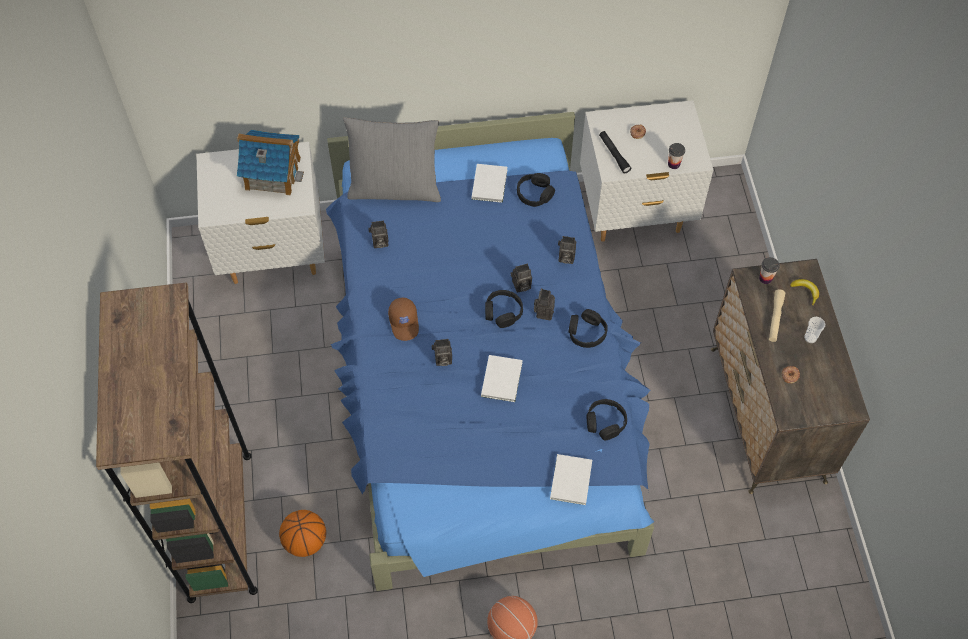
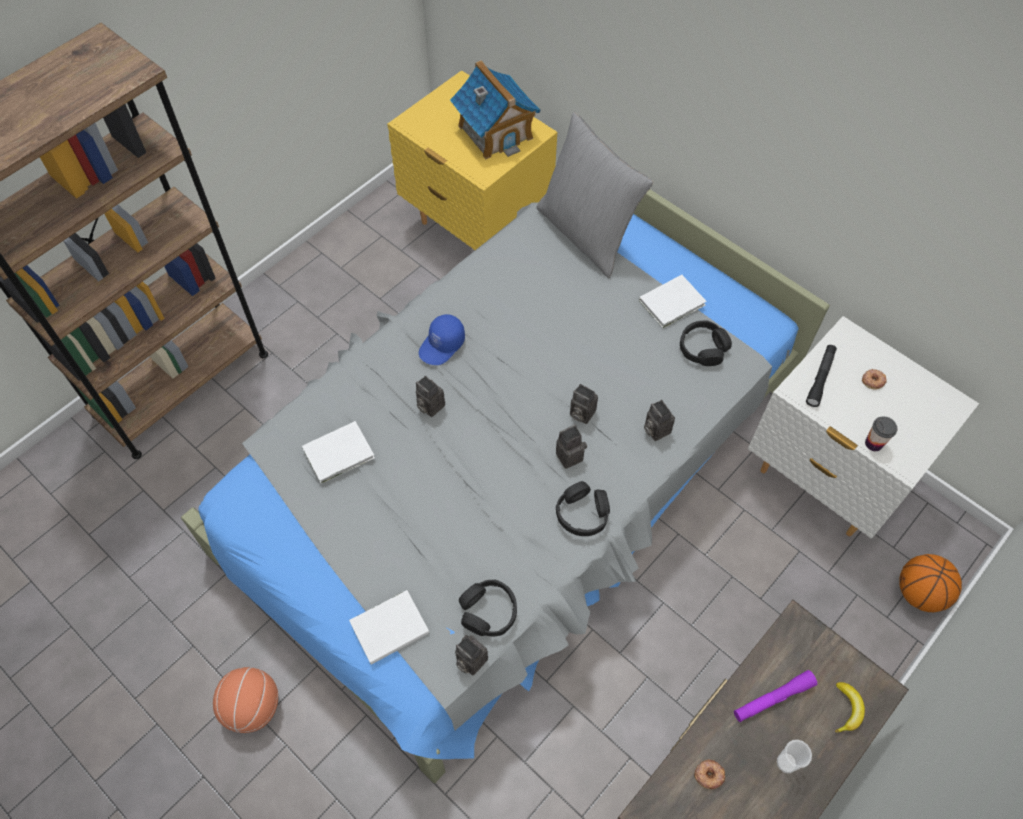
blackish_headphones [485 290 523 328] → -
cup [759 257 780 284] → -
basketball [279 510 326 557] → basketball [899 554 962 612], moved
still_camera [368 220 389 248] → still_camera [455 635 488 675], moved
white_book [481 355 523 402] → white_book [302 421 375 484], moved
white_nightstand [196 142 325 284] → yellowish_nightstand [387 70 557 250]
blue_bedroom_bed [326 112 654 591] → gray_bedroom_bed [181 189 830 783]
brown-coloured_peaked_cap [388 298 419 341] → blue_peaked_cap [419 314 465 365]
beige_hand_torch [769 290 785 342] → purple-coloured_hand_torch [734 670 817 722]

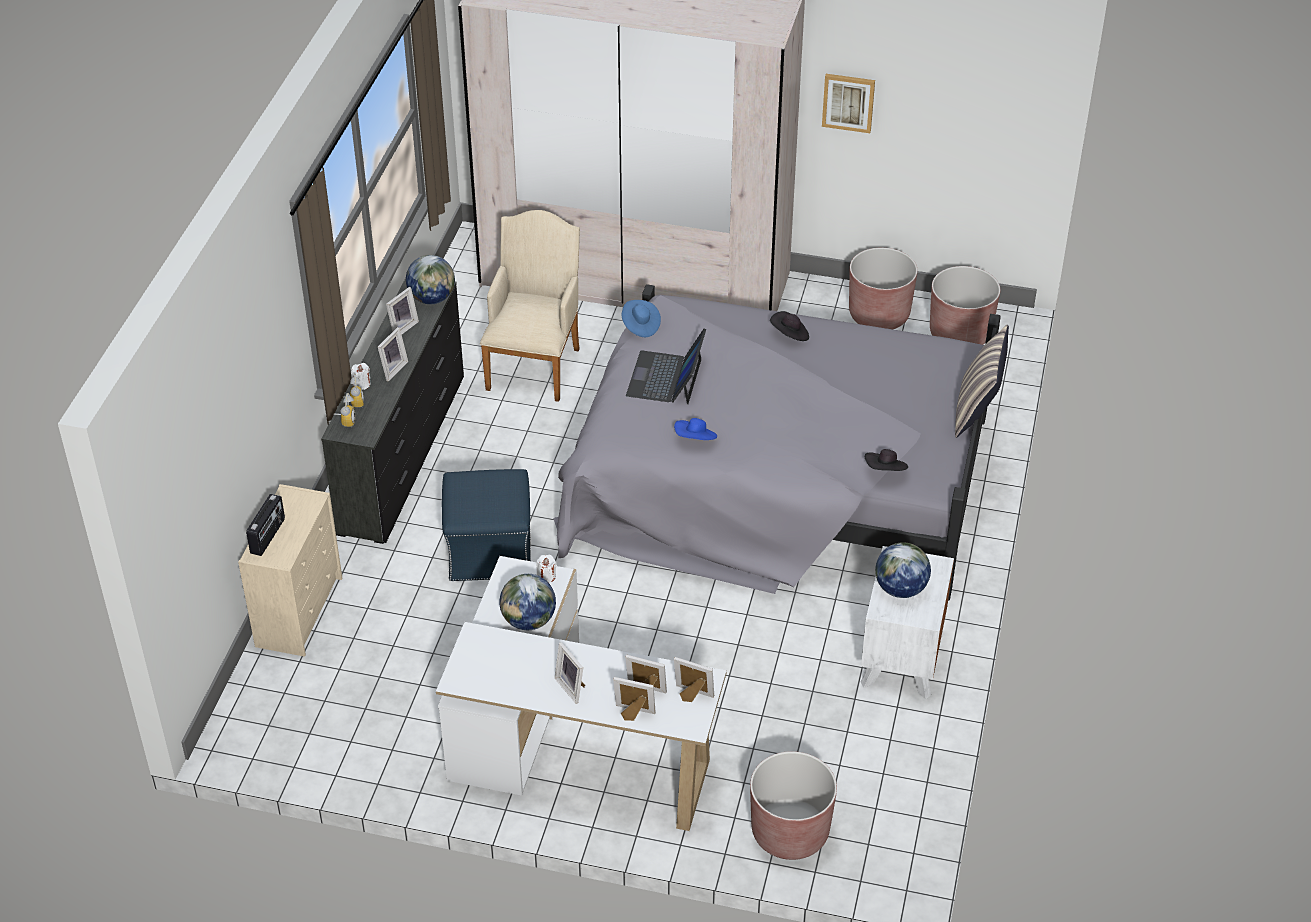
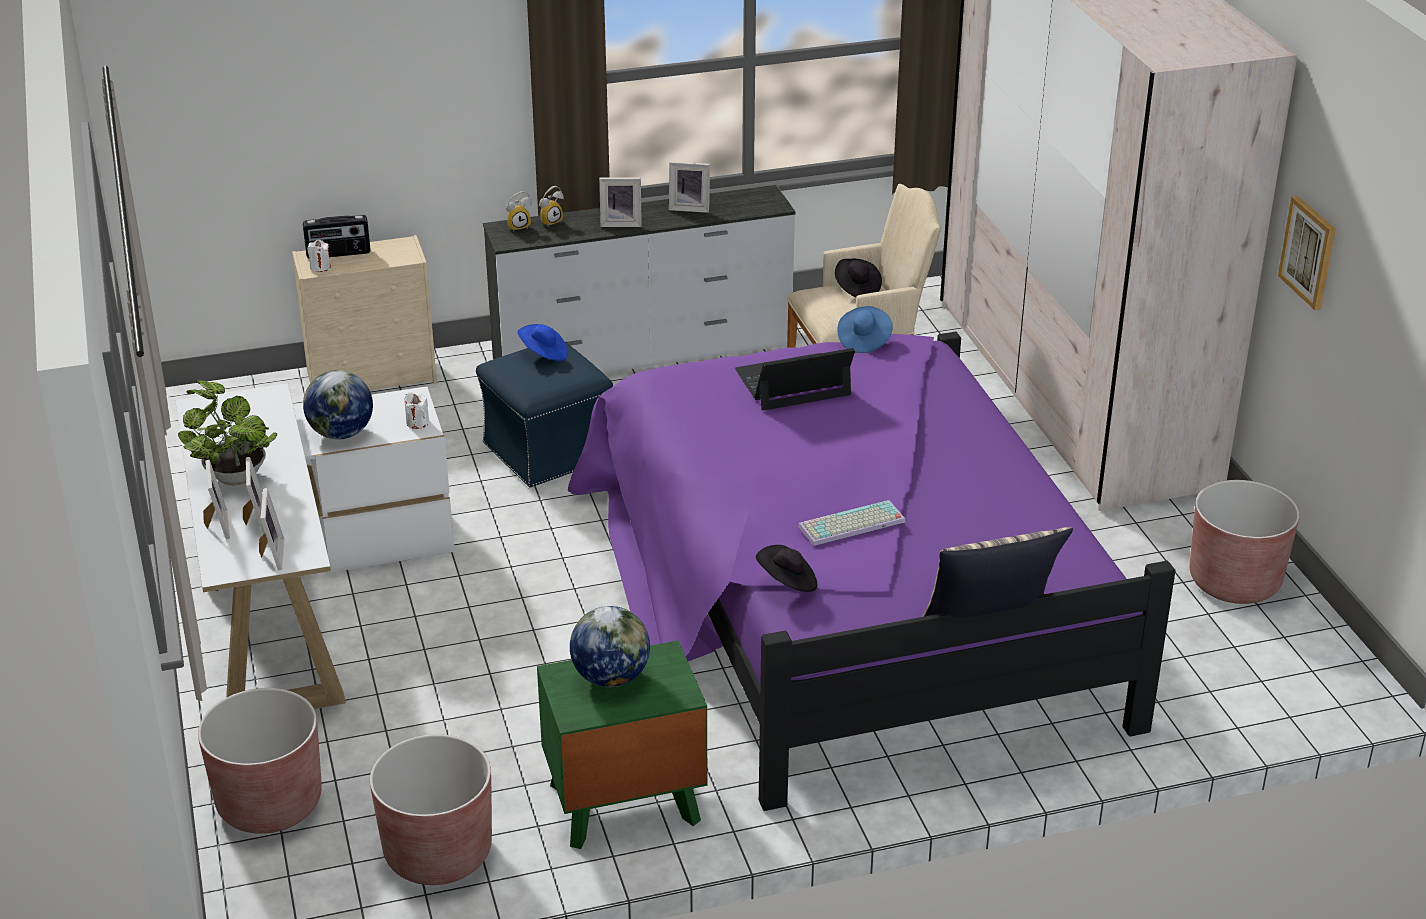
world_globe [406 255 455 304] → -
- → PC_keyboard [798 500 906 546]
white_wax_light [351 363 371 390] → white_wax_light [307 240 331 272], moved
blue_hat [674 418 717 440] → blue_hat [517 324 568 361], moved
blackish_hat [770 311 809 341] → blackish_hat [835 259 882 298], moved
brown-coloured_planter [930 266 1000 345] → brown-coloured_planter [370 734 492 885], moved
picture_frame [554 642 585 704] → potted_plant [178 381 277 485]
blackish_dresser [321 278 464 544] → white_dresser [483 185 796 373]
gray_bedroom_bed [553 284 1001 601] → purple-coloured_bedroom_bed [568 332 1176 811]
white_nightstand [861 546 954 699] → green_nightstand [537 641 707 849]

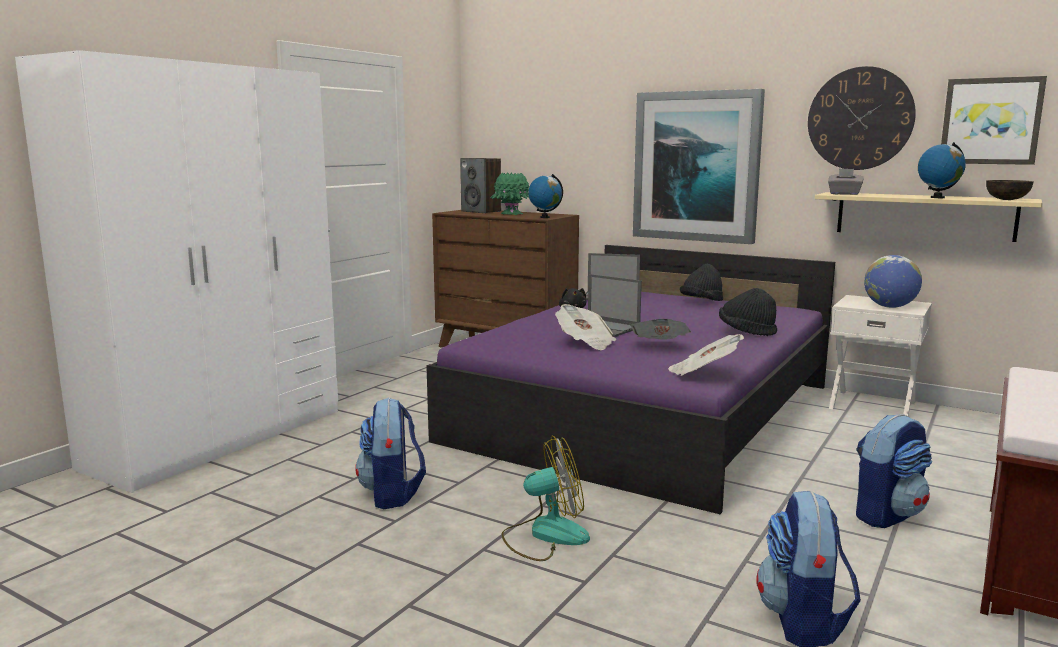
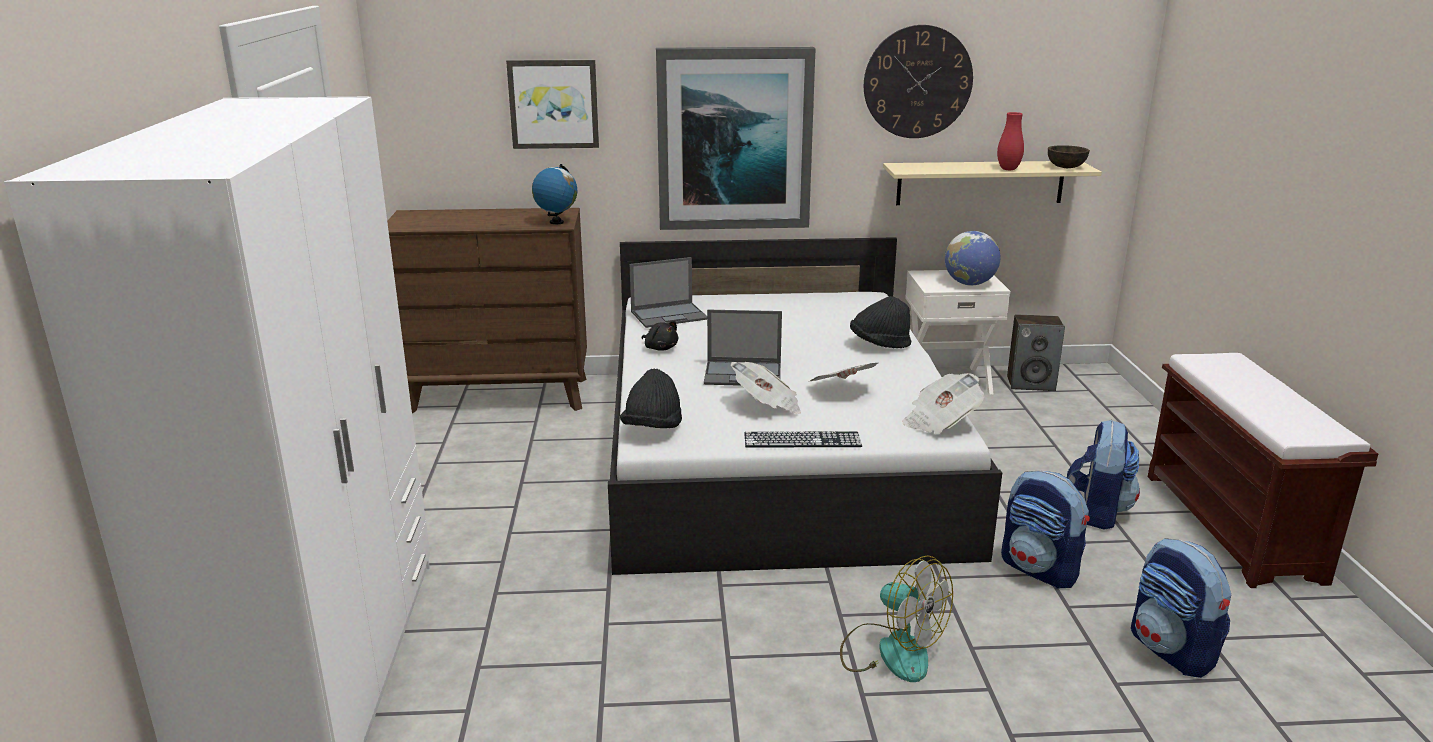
green_flower_vase [490 172 529 215] → -
gray_tissue_box [828 168 864 195] → -
- → PC_keyboard [744 432 862 448]
rucksack [355 397 426 509] → rucksack [1001 471 1090 588], moved
loudspeaker [460 158 501 213] → loudspeaker [1007 314 1065 391], moved
blackish_hat [680 263 723 301] → blackish_hat [620 369 682 428], moved
wall_picture [941 76 1047 165] → wall_picture [506 60 599 149], moved
world_globe [918 142 966 198] → red-coloured_flower_vase [997 112 1024 170]
purple-coloured_bedroom_bed [426 245 835 514] → white_bedroom_bed [608 237 1002 575]
electric_fan [501 435 590 561] → electric_fan [840 555 953 682], 90 degrees clockwise

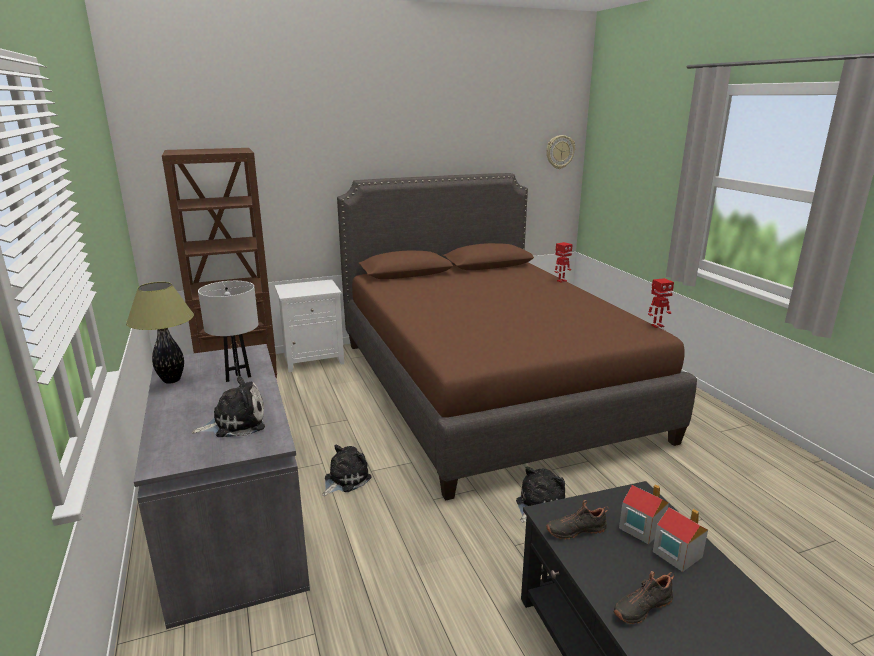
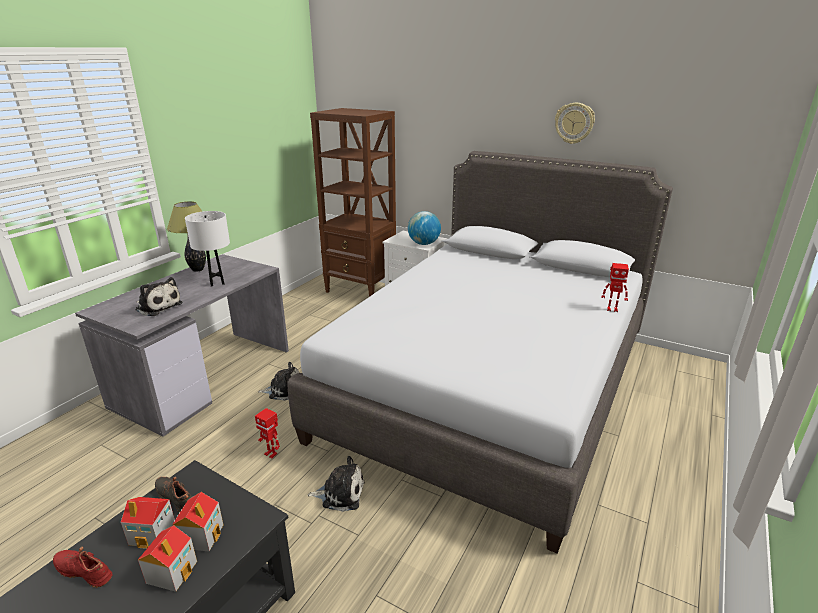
- → model_house [121 497 175 549]
- → world_globe [408 211 441 245]
clock_on_the_wall [546 135 575 169] → clock_on_the_wall [555 103 595 144], moved
toy_robot [648 278 674 328] → toy_robot [255 408 280 459], moved
brown-coloured_bedroom_bed [337 173 697 501] → gray_bedroom_bed [288 151 673 554]
blackish_shoe [614 571 674 624] → red-coloured_shoe [53 547 113 588]

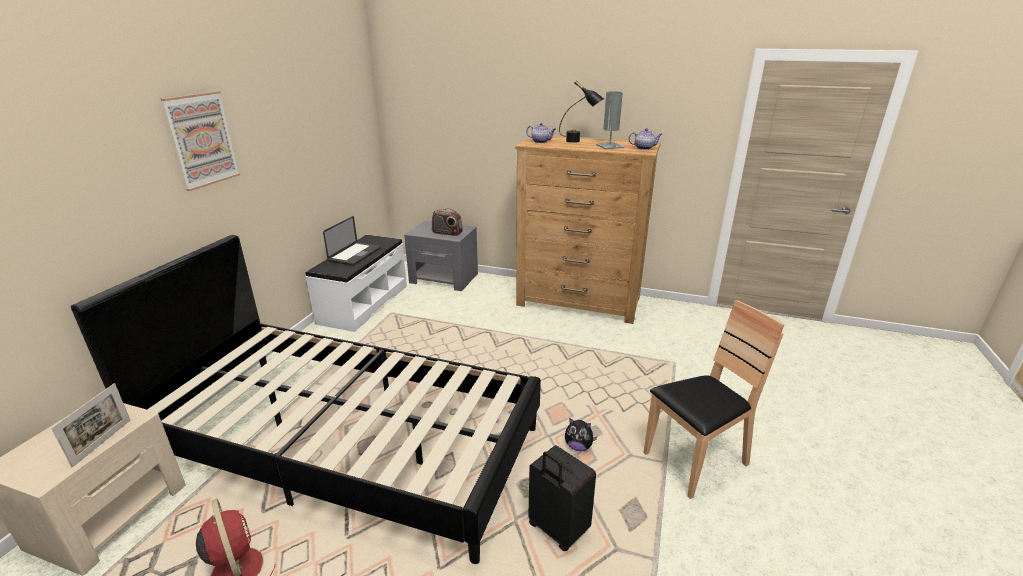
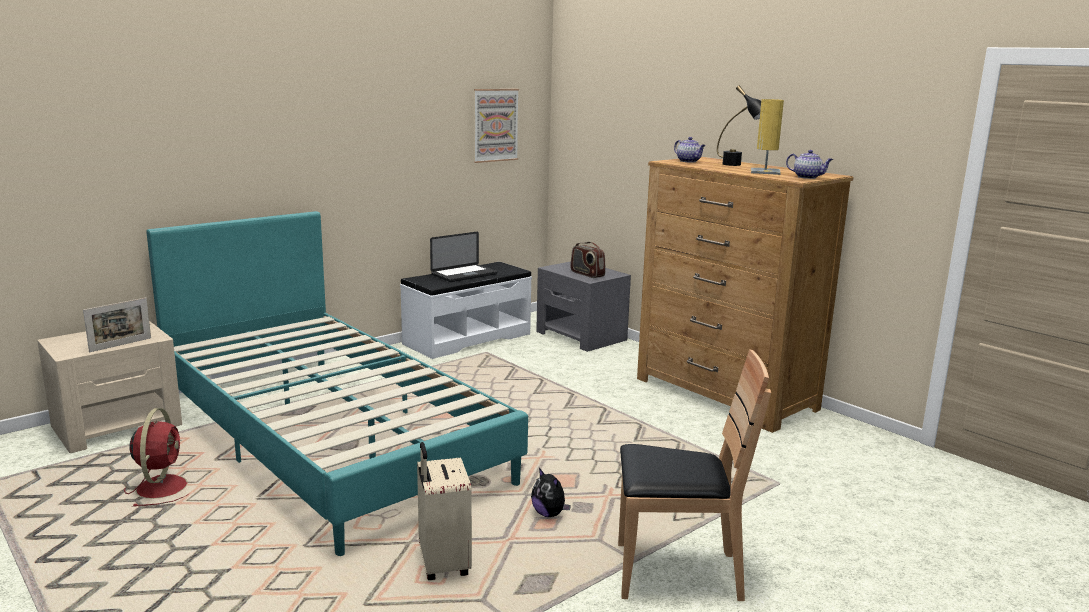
wall_picture [161 91 240 191] → wall_picture [474 89 519 163], moved
blackish_bedroom_bed [71 235 541 564] → turquoise-coloured_bedroom_bed [146 211 528 556]
blackish_piece_of_luggage [528 445 596 551] → beige_piece_of_luggage [417 442 472 580]
gray_lamp_for_a_table [596 91 624 149] → yellowish_lamp_for_a_table [751 99 784 175]

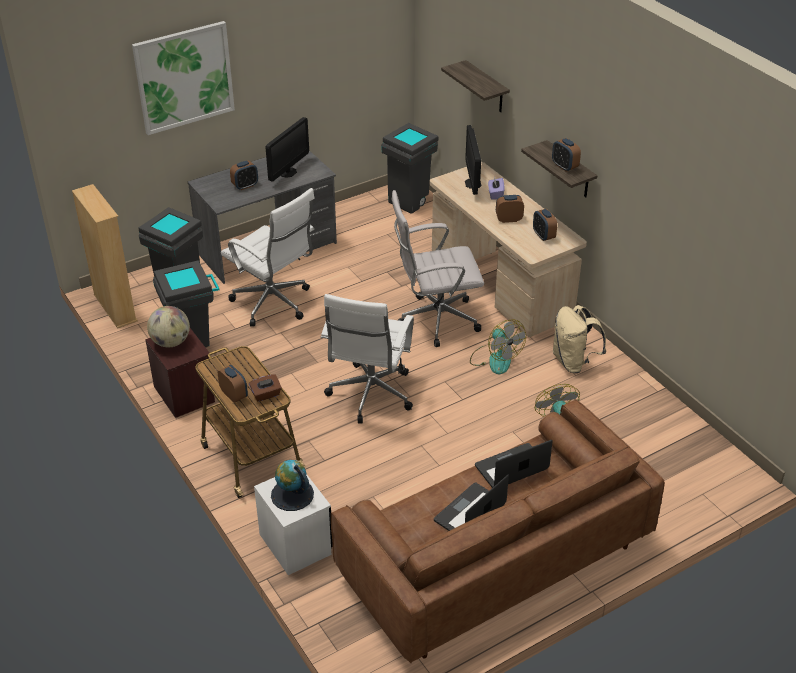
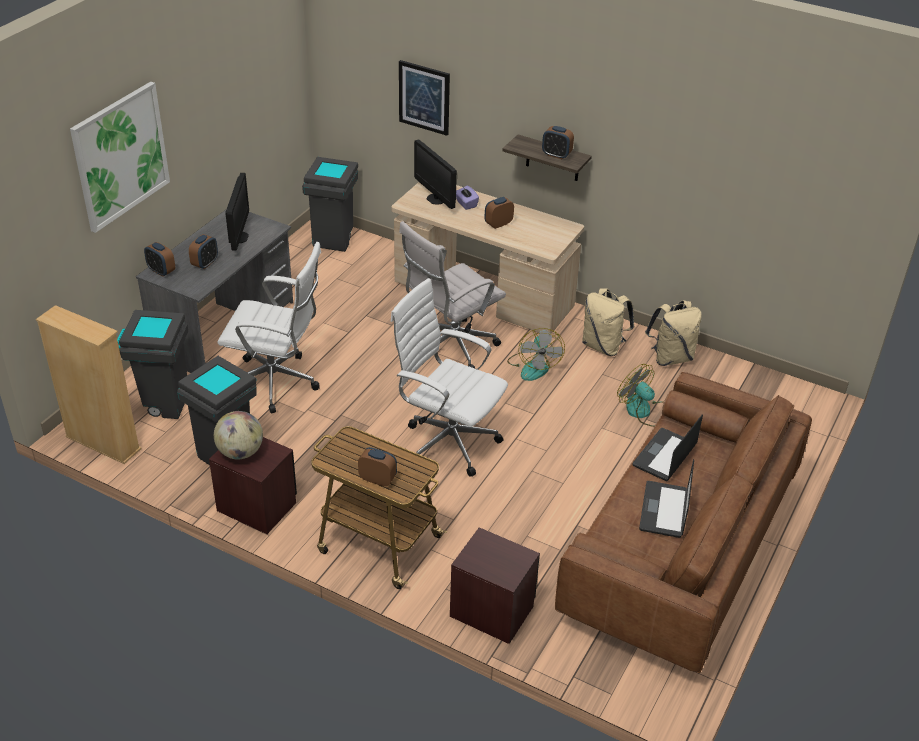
brown-coloured_tissue_box [249 374 282 402] → -
world_globe [271 460 314 511] → -
- → beige_rucksack [645 300 702 366]
alarm_clock [533 209 557 241] → alarm_clock [144 242 175 277], moved
wall_shelf [441 60 510 112] → wall_picture [399 60 450 136]
white_nightstand [254 474 333 575] → brown-coloured_nightstand [450 527 540 644]
white_desk_chair [321 294 414 424] → white_desk_chair [391 278 508 477], 135 degrees clockwise
electric_fan [470 319 526 374] → electric_fan [507 328 565 381], 60 degrees clockwise

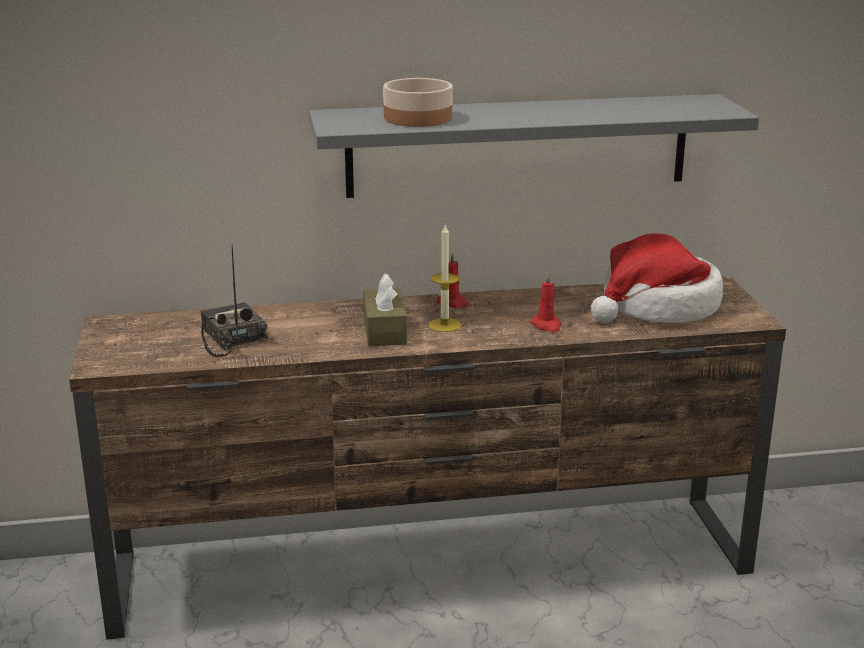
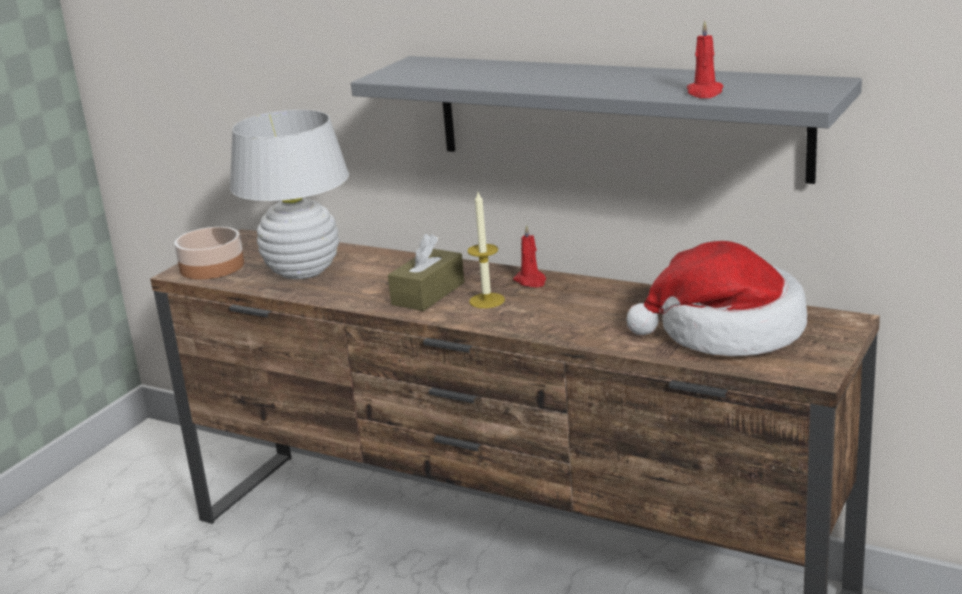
deep_dish [383 78 453 127] → deep_dish [174 227 244 280], moved
red-coloured_wax_light [530 272 561 332] → red-coloured_wax_light [687 20 723 98], moved
radio_receiver [201 244 268 357] → white_lamp_for_a_table [230 110 349 279]

